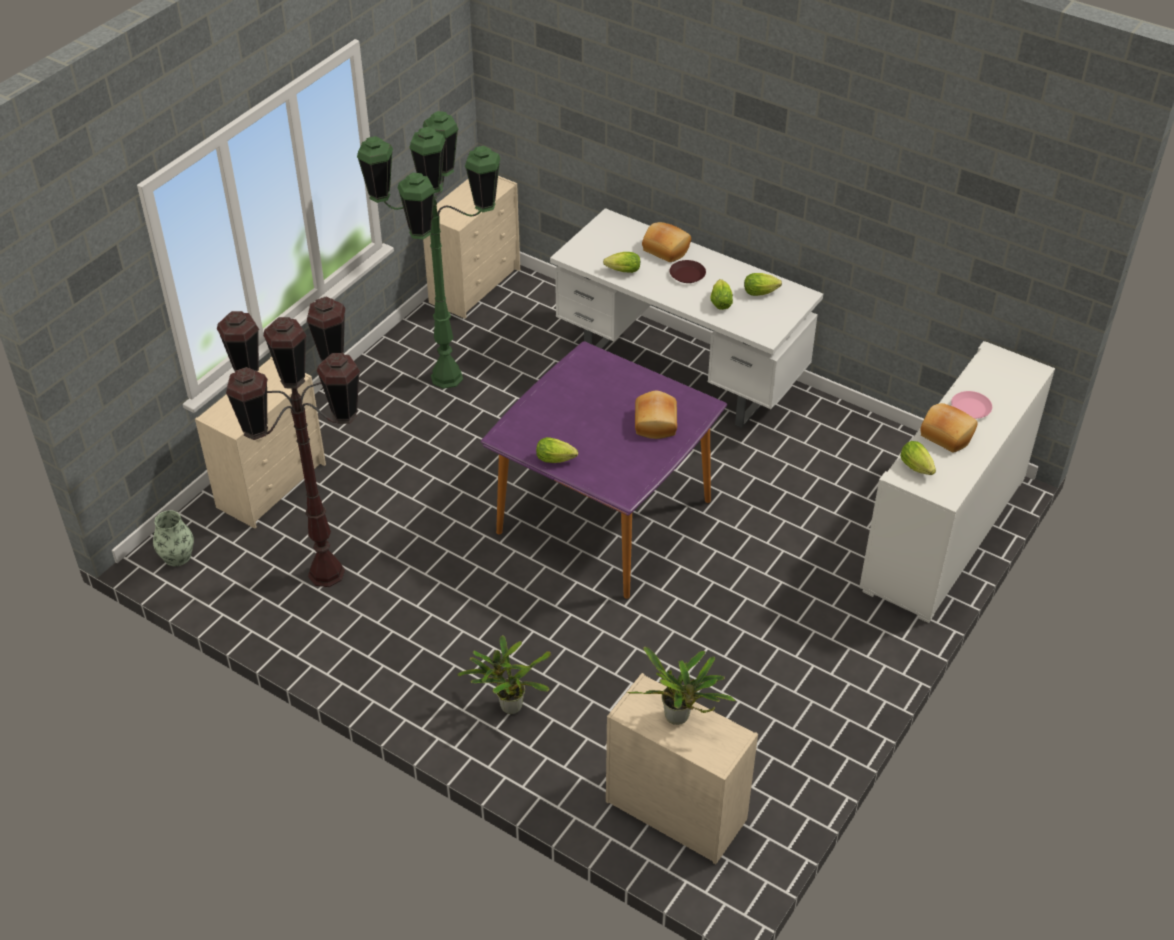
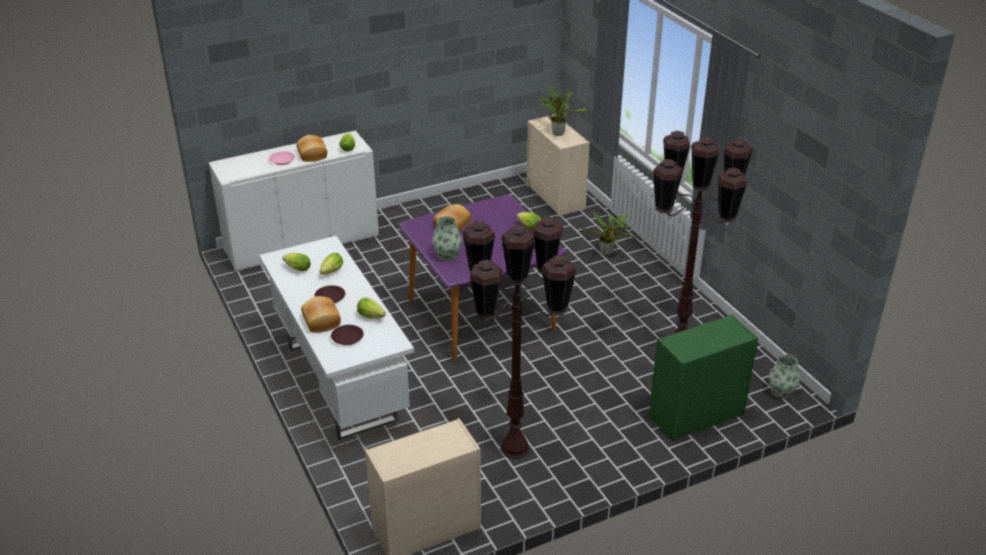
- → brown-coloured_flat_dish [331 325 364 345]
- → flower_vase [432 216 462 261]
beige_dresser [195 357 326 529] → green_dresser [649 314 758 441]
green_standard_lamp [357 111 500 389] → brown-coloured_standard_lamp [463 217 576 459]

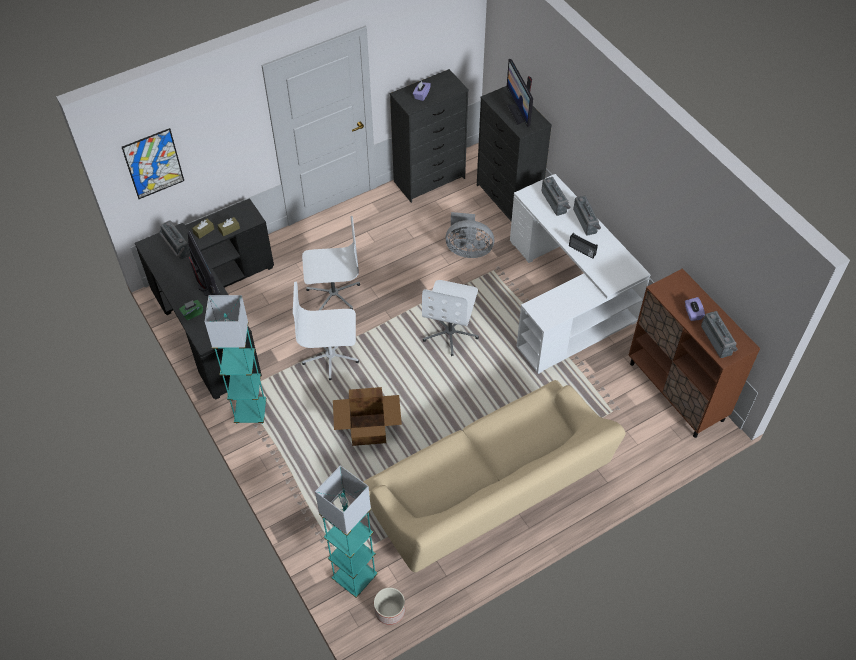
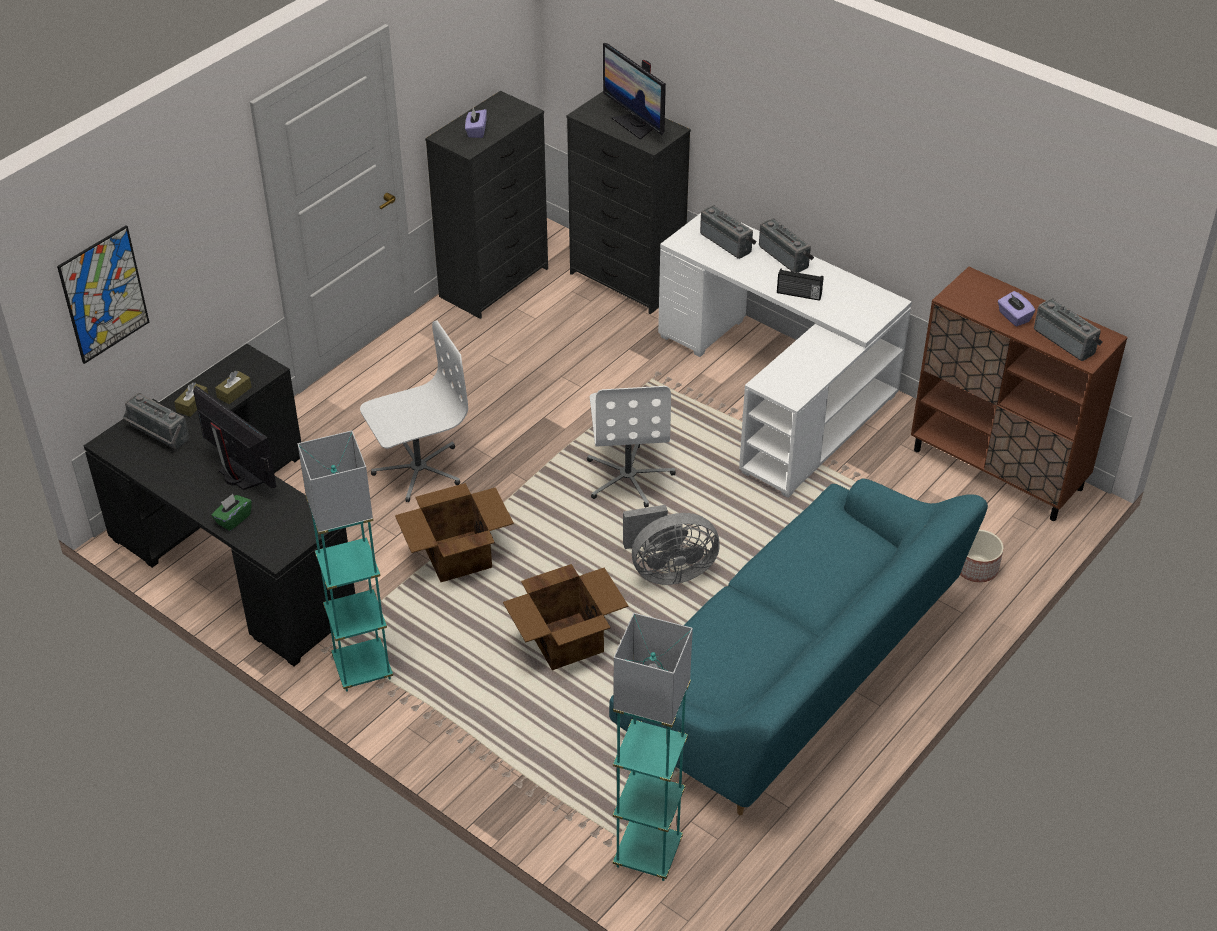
planter [374 588 405 625] → planter [960 530 1004 582], moved
gray_electric_fan [445 212 494 258] → gray_electric_fan [623 505 720 585], moved
white_desk_chair [293 282 359 380] → cardboard_box [395 483 514 582]
beige_settee [363 380 626 573] → turquoise-coloured_settee [609 478 988 815]

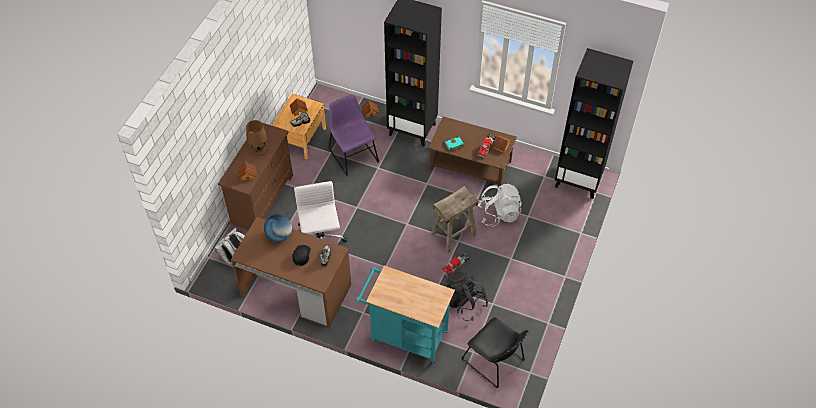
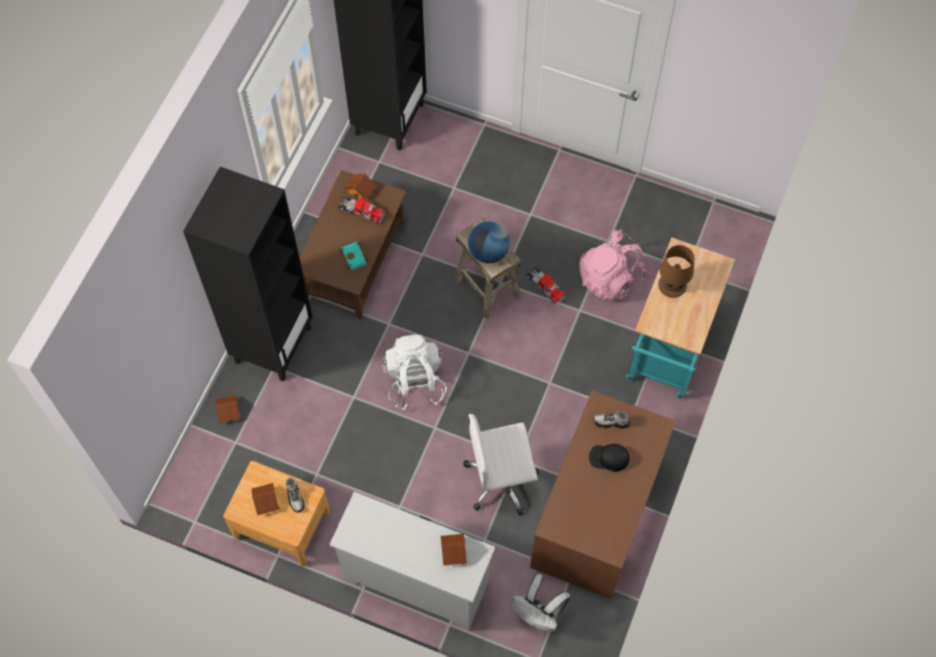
purple-coloured_plain_chair [328 95 379 176] → -
blackish_plain_chair [462 317 529 388] → -
brown-coloured_lamp_for_a_table [246 120 268 156] → brown-coloured_lamp_for_a_table [658 245 694 298], moved
world_globe [264 214 292 242] → world_globe [468 221 510 263], moved
white_rucksack [477 184 522 227] → white_rucksack [382 334 447 410], moved
brown-coloured_dresser [218 123 293 230] → white_dresser [329 492 495 630]
blackish_rucksack [444 271 488 321] → pink-coloured_rucksack [579 230 646 301]

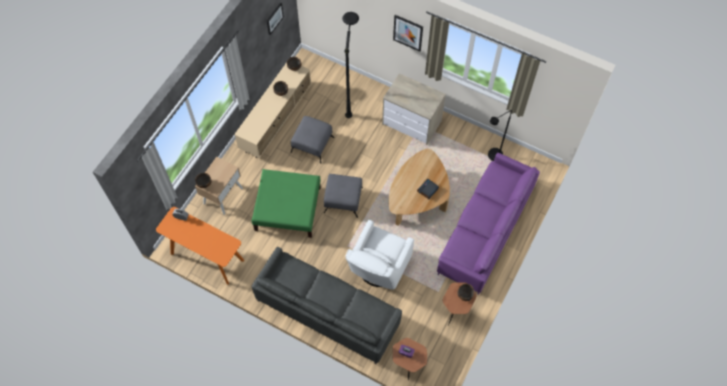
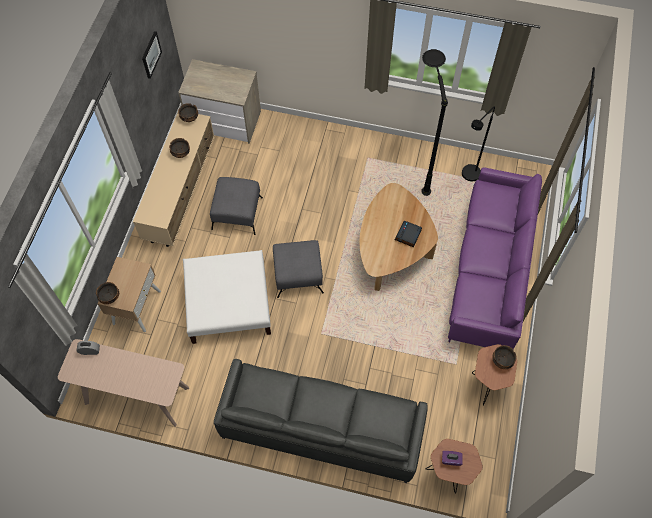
white_lounge_chair [345 219 414 289] → -
wall_picture [393 15 423 51] → -
blackish_standard_lamp [342 12 359 118] → blackish_standard_lamp [421 49 448 196], moved
dresser [382 73 446 145] → dresser [178 59 261 144], moved
orange-coloured_narrow_table [156 207 244 285] → beige_narrow_table [58 339 189 427]
green_ottoman [251 169 321 238] → white_ottoman [183 250 271 344]

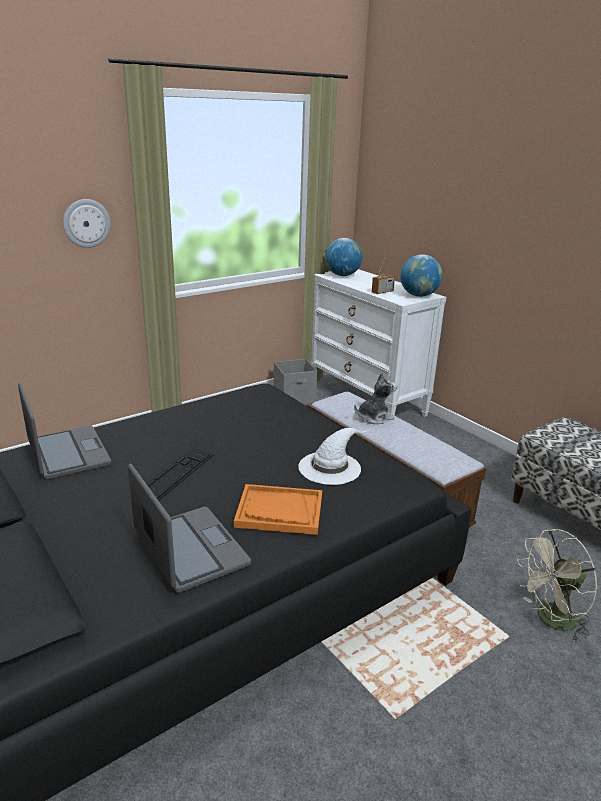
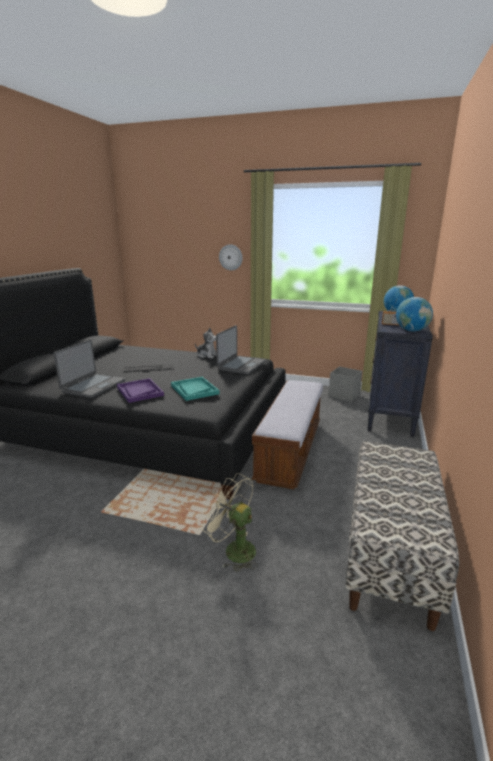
portable_computer [18 383 112 480] → portable_computer [216 325 265 374], moved
cuddly_toy [354 372 397 424] → cuddly_toy [195 328 217 359], moved
white_hat [298 428 367 485] → turquoise-coloured_tray [171 377 220 401]
orange-coloured_tray [234 484 322 535] → purple-coloured_tray [117 378 164 403]
white_dresser [311 269 446 417] → blackish_dresser [367 311 433 437]

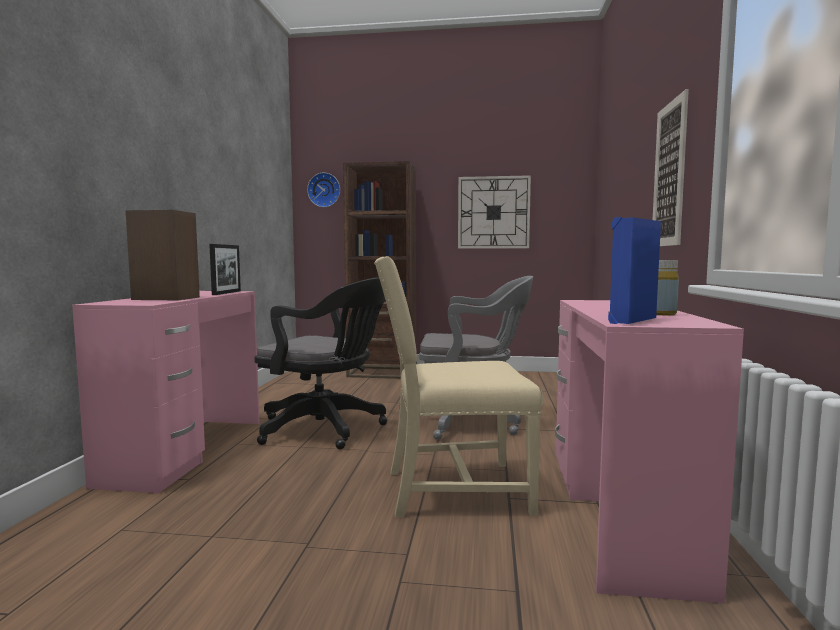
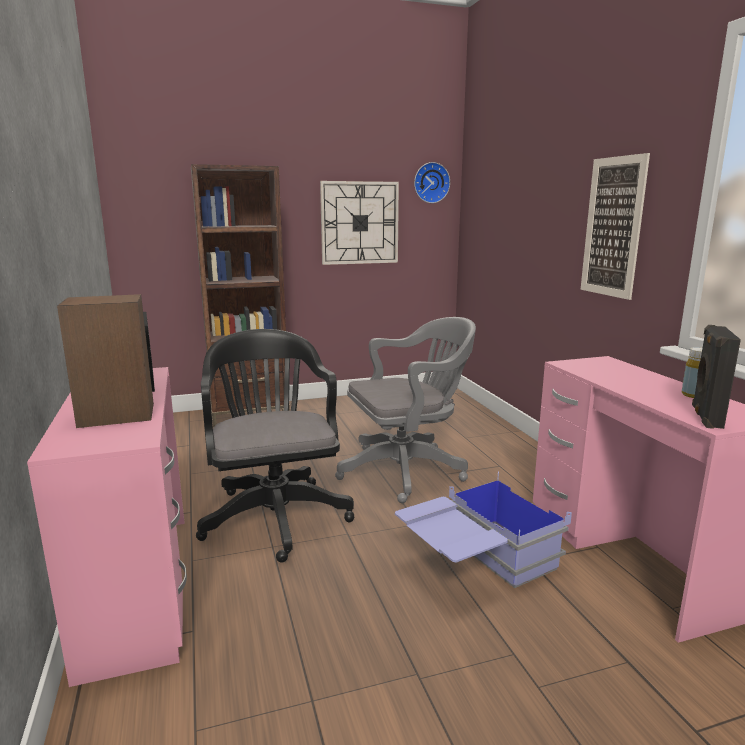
clock_on_the_wall [307 172 340 207] → clock_on_the_wall [414 162 450 203], moved
beige_plain_chair [374 256 543 518] → blue_storage_box [395 472 572 588]
blue_loudspeaker [608 217 661 324] → blackish_loudspeaker [692 325 741 429]
blackish_desk_chair [255 277 387 449] → blackish_desk_chair [196 329 354 563], 105 degrees counterclockwise

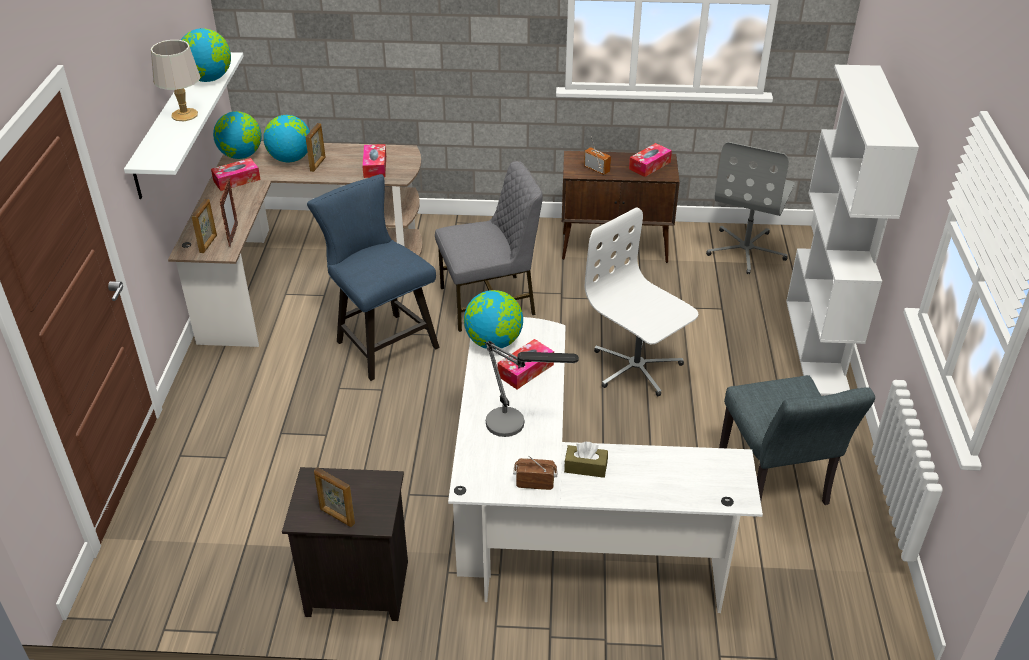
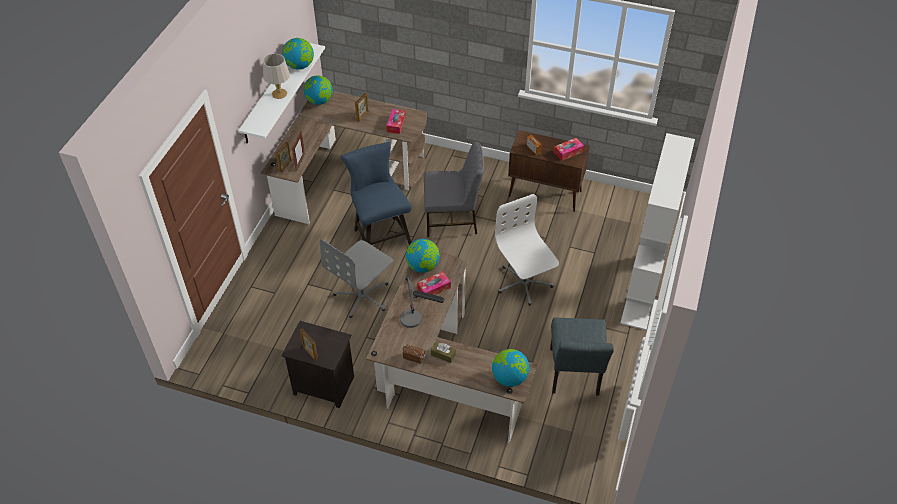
tissue_box [211 158 261 191] → -
world_globe [263 115 310 162] → world_globe [492 349 529 387], moved
gray_desk_chair [706 142 795 274] → gray_desk_chair [320 239 393 318], moved
white_desk_unit [448 317 763 613] → brown-coloured_desk_unit [366 251 537 443]

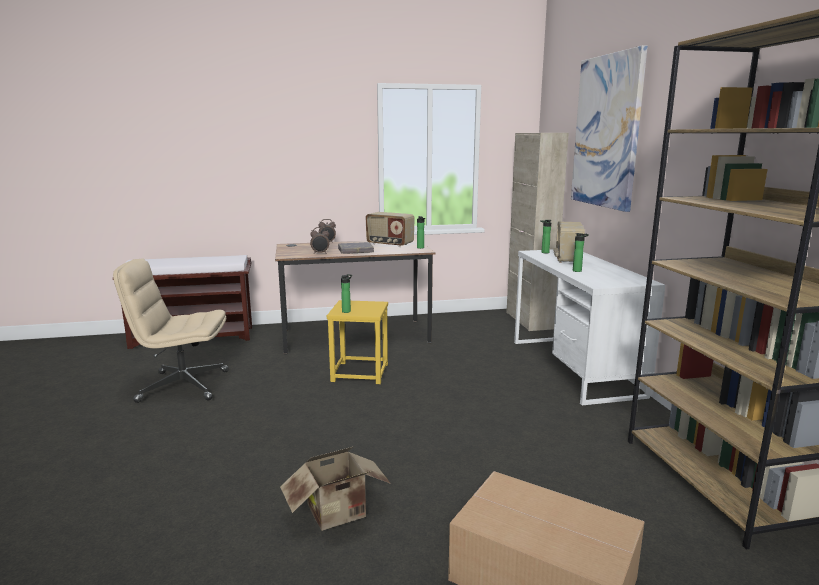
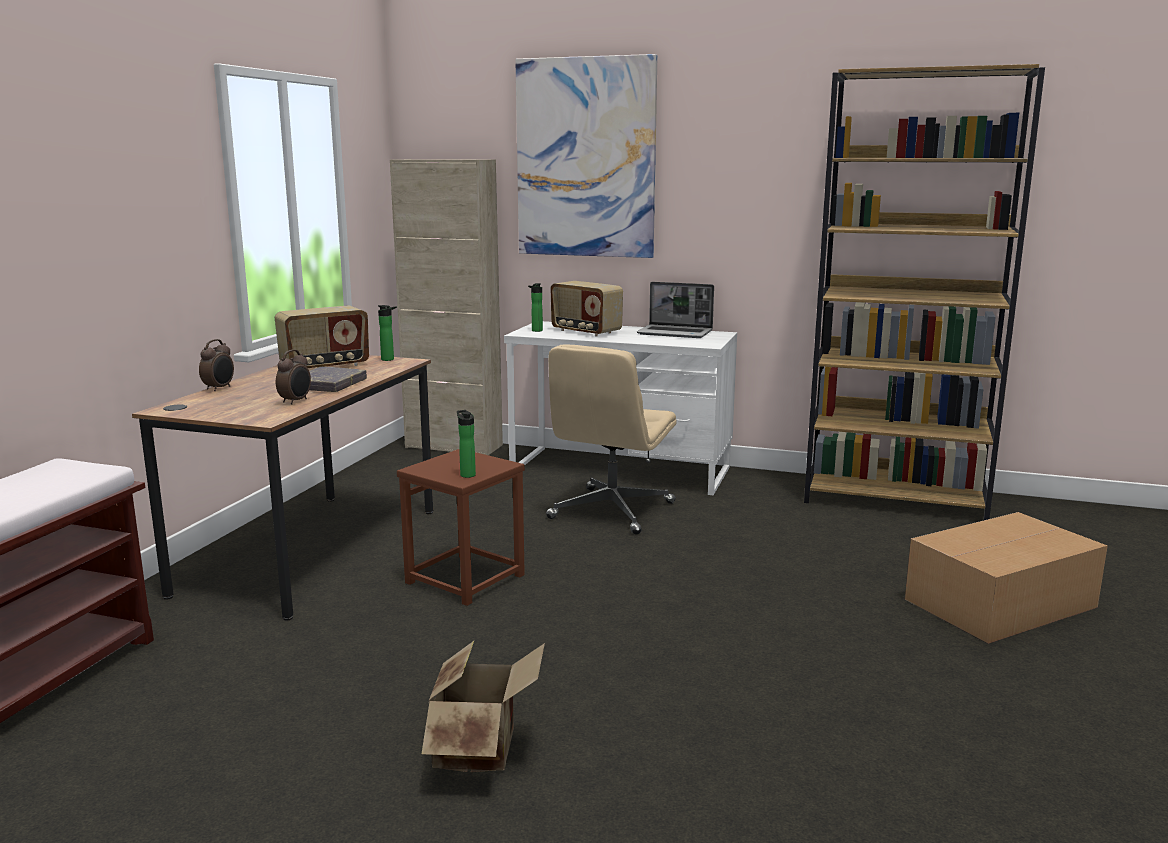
drink_bottle [573 233 589 272] → -
- → portable_computer [637 282 714 338]
beige_desk_chair [113 258 229 403] → beige_desk_chair [546 345 677 535], moved
cardboard_box [280 446 391 531] → cardboard_box [422 641 545 772], moved
yellowish_stool [327 300 388 384] → brown-coloured_stool [397 449 525 606]

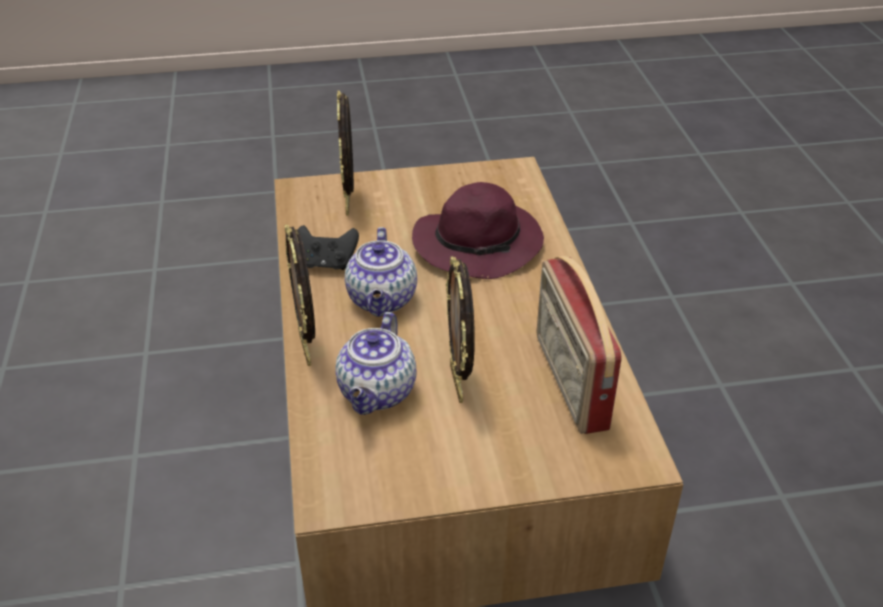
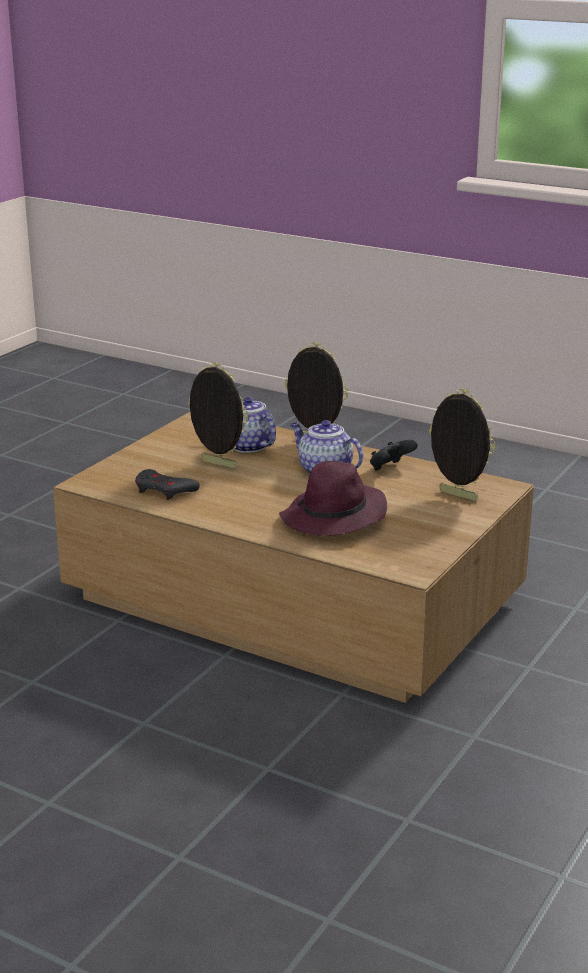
radio_receiver [537 256 622 434] → gray_joypad [135 469 200 500]

